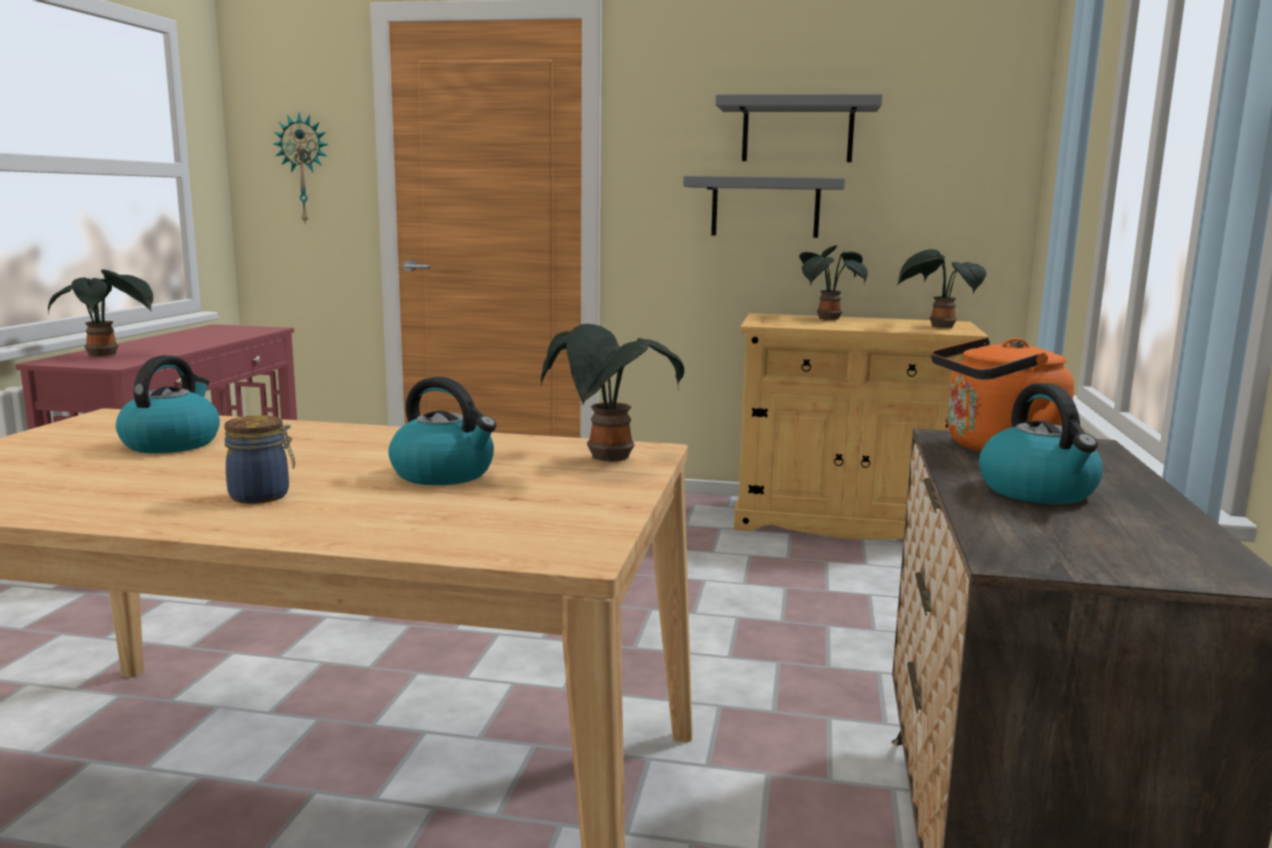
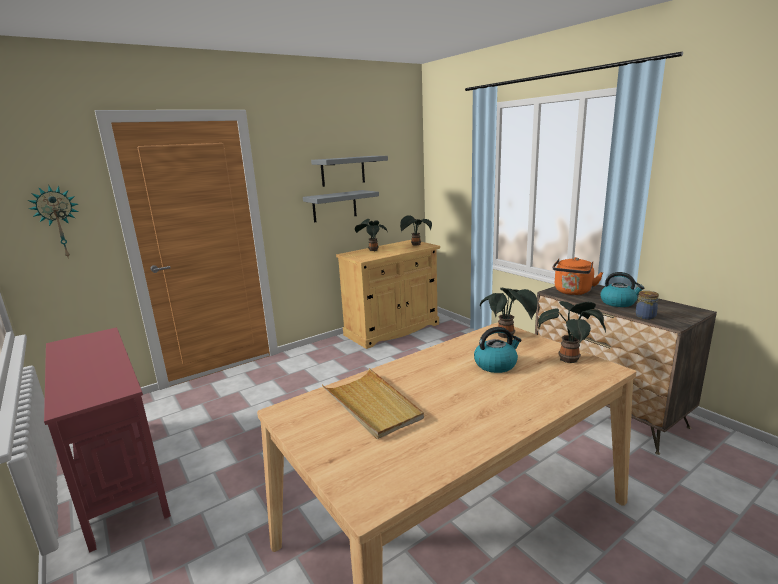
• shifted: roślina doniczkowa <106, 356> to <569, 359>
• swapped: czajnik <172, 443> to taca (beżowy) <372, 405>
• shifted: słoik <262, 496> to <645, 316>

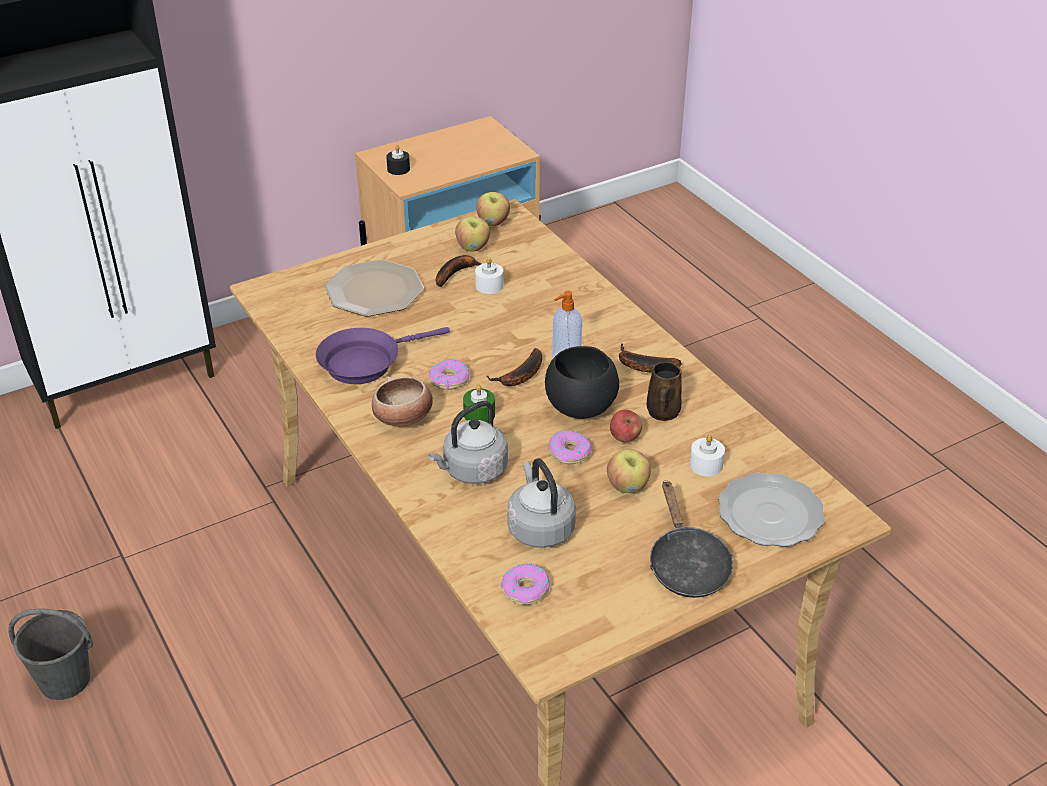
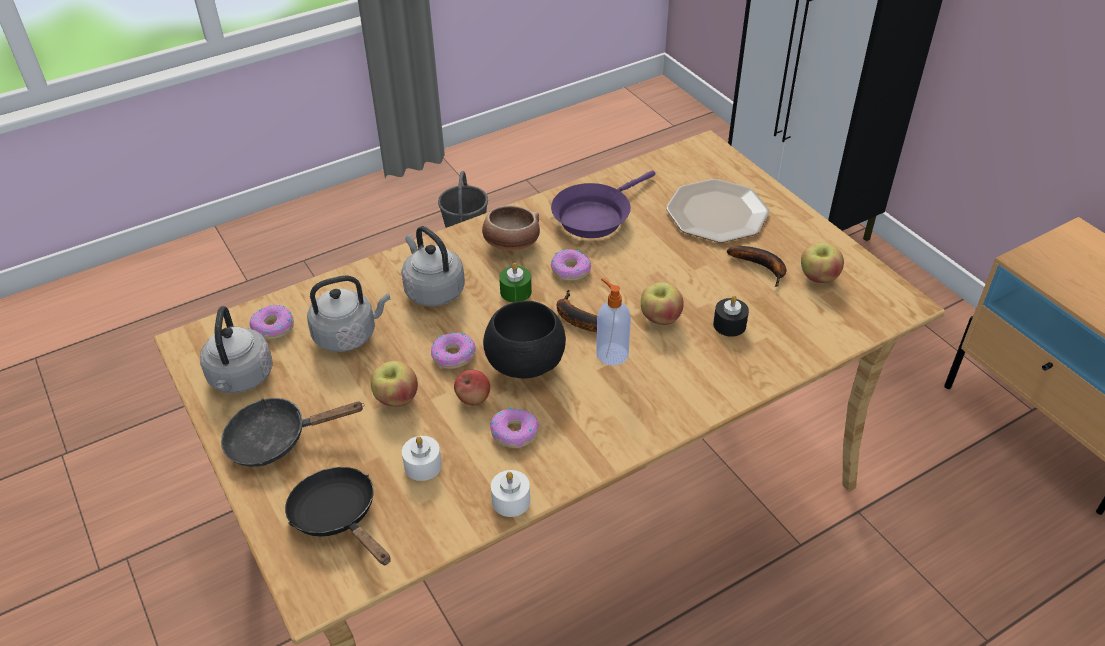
• rotated: patelnia (fioletowy) <365, 362> = <595, 216> 105 degrees counterclockwise
• shifted: świeca (czarny) <398, 169> to <729, 325>
• shifted: świeca (biały) <489, 286> to <511, 501>
• shifted: jabłko <493, 222> to <660, 318>
• gone: banan <642, 366>
• swapped: kubek (brązowy) <662, 413> to donut <514, 432>
• swapped: talerz <769, 512> to patelnia (czarny) <339, 517>
• new: czajnik (szary) <240, 379>

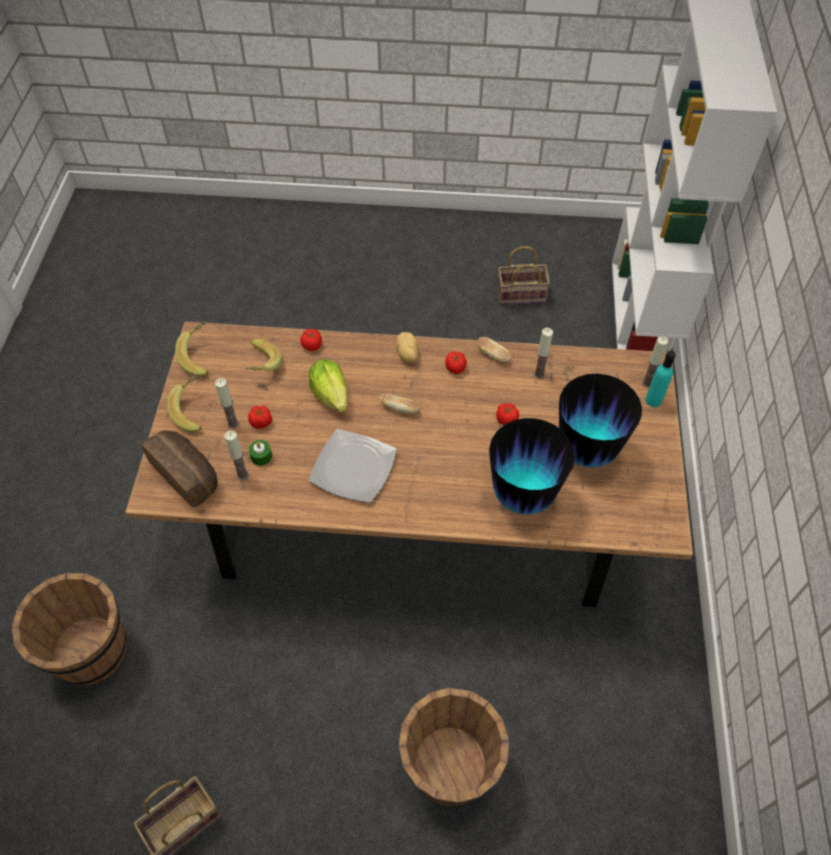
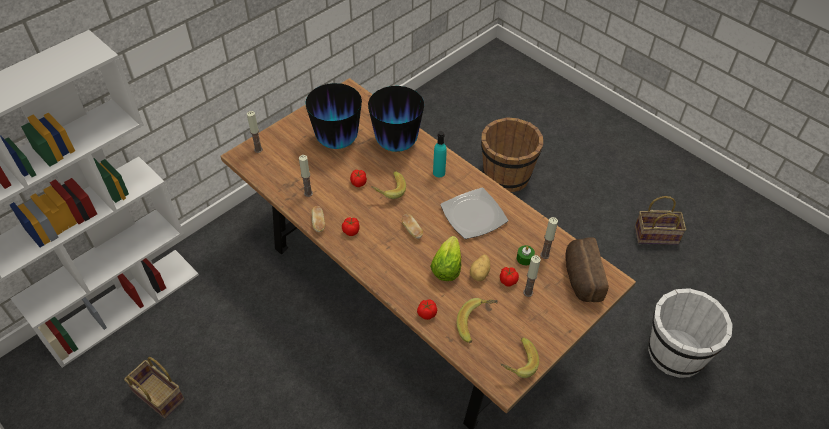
• repainted: wiadro (brązowy) <91, 651> to wiadro (biały) <674, 352>
• shifted: banan <193, 411> to <388, 191>
• shifted: ziemniak <406, 354> to <480, 273>
• shifted: butelka (turkusowy) <653, 400> to <439, 172>

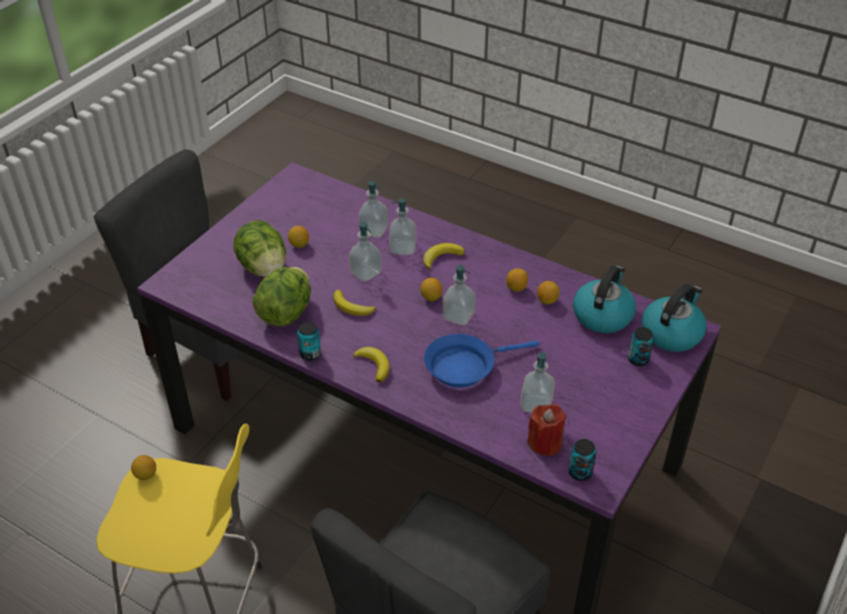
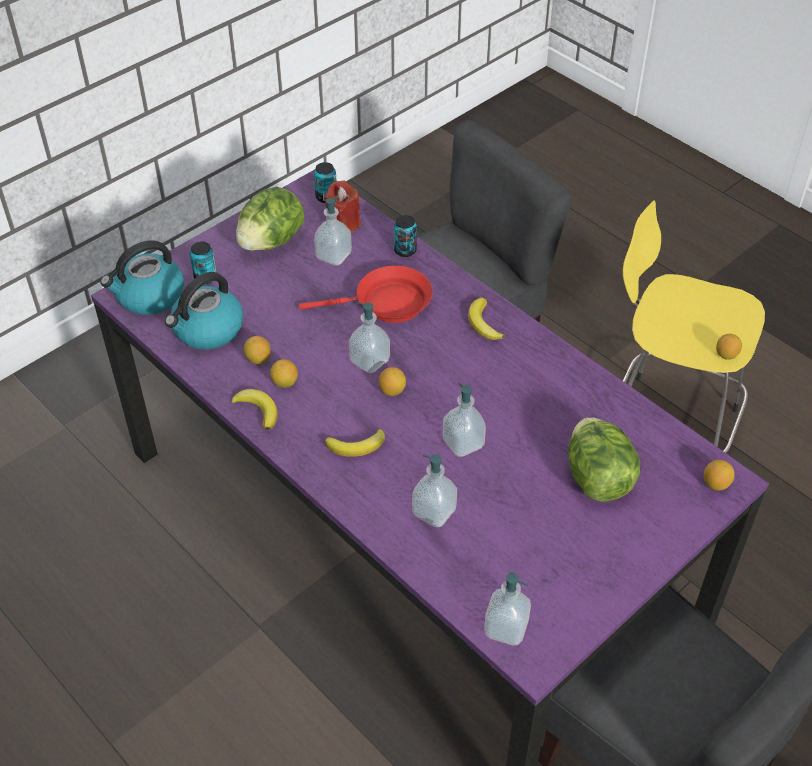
• shifted: sałata <286, 313> to <271, 241>
• shifted: cytryna <299, 245> to <715, 484>
• shifted: puszka <310, 354> to <405, 250>
• shifted: banan <352, 307> to <258, 410>
• shifted: dozownik mydła <403, 248> to <506, 628>
• repainted: patelnia (niebieski) <465, 366> to patelnia (czerwony) <386, 304>

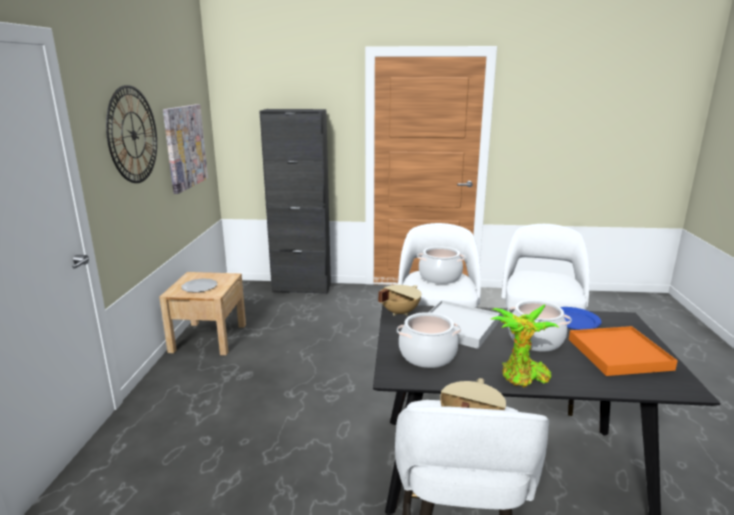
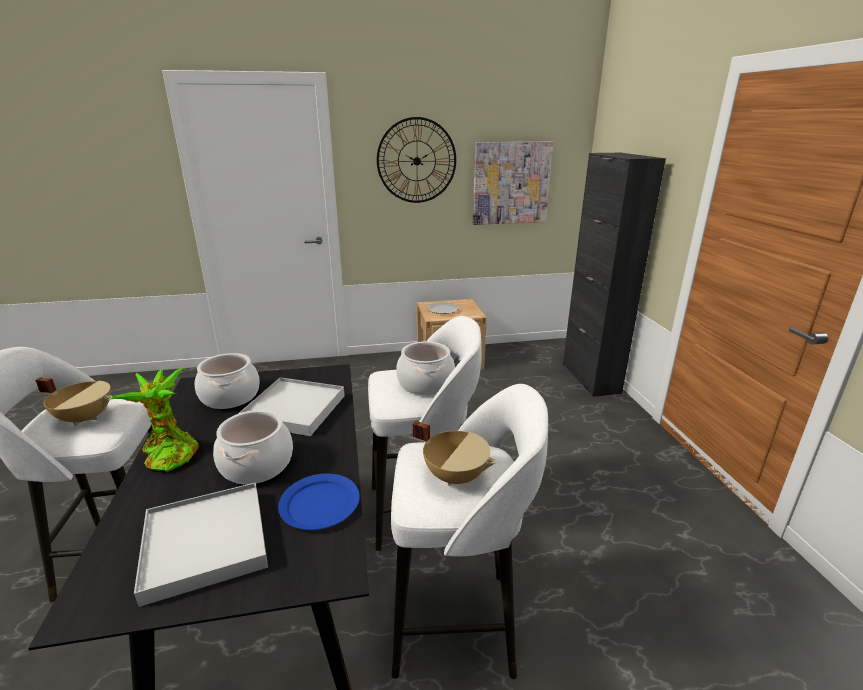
• shifted: garnek (beżowy) <399, 312> to <455, 475>
• repainted: taca (pomarańczowy) <618, 354> to taca (biały) <205, 543>

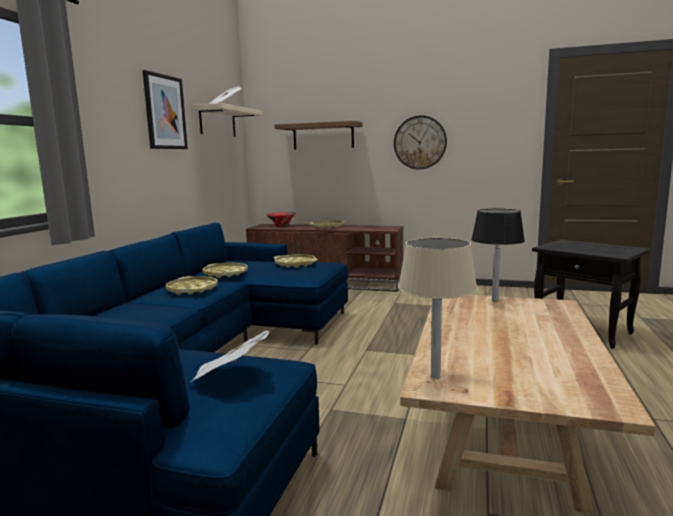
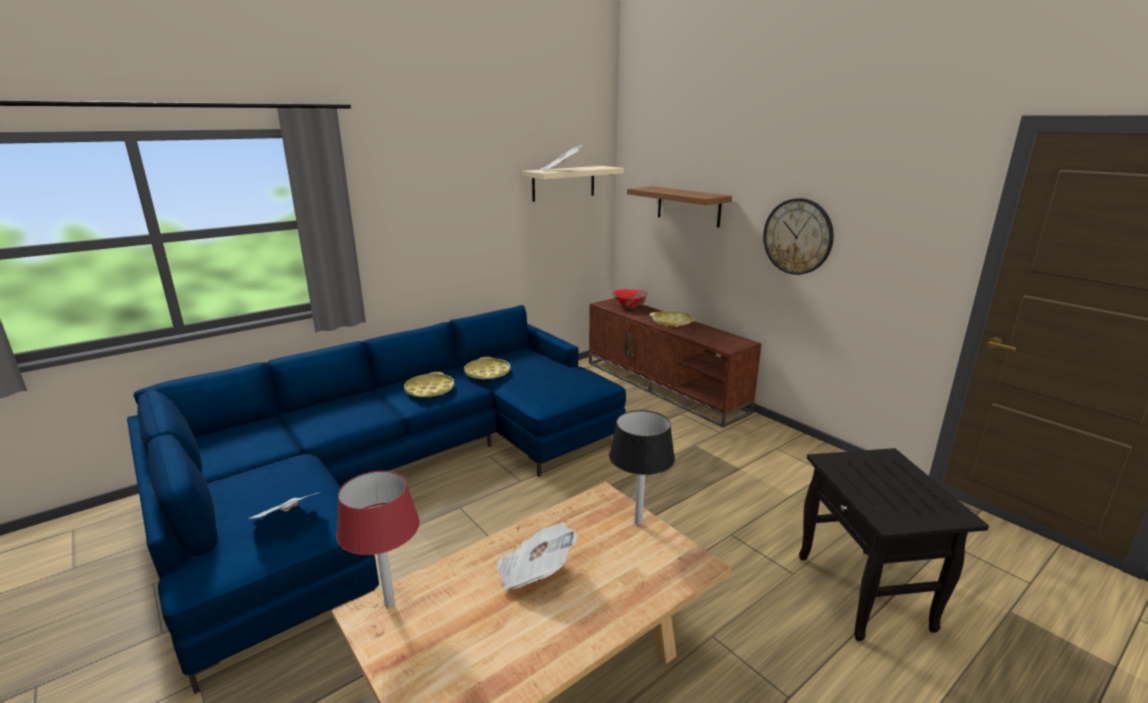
• gone: obraz <165, 112>
• gone: taca (żółty) <295, 264>
• repainted: lampa stołowa (beżowy) <435, 376> to lampa stołowa (czerwony) <389, 604>
• new: gazeta <534, 572>

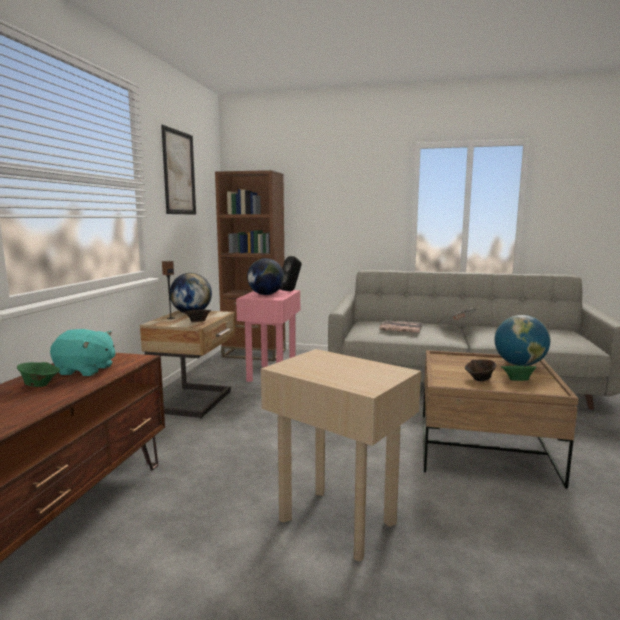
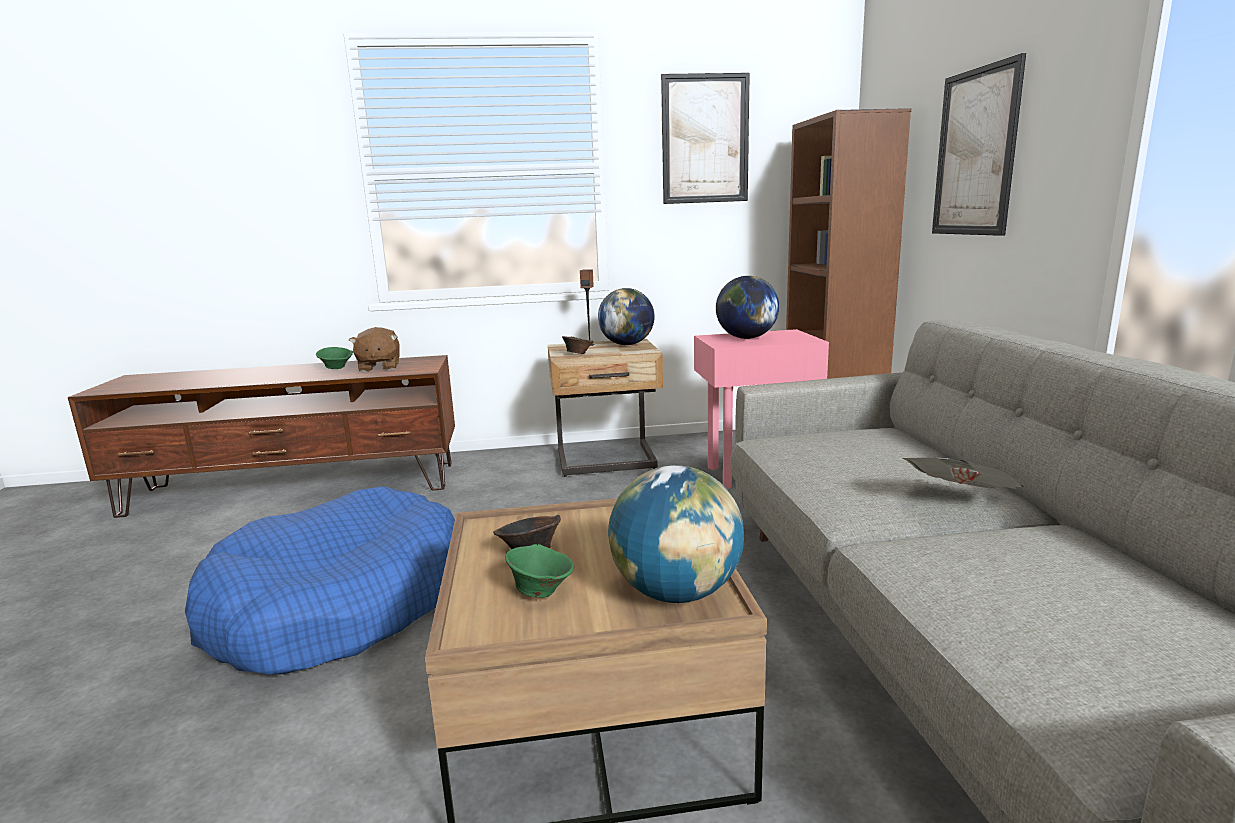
• repainted: pluszak (turkusowy) <85, 370> to pluszak (brązowy) <379, 367>
• swapped: stolik (beżowy) <338, 520> to legowisko (niebieski) <340, 605>
• gone: głośnik (czarny) <291, 291>
• gone: książka <401, 327>
• new: obraz <975, 153>

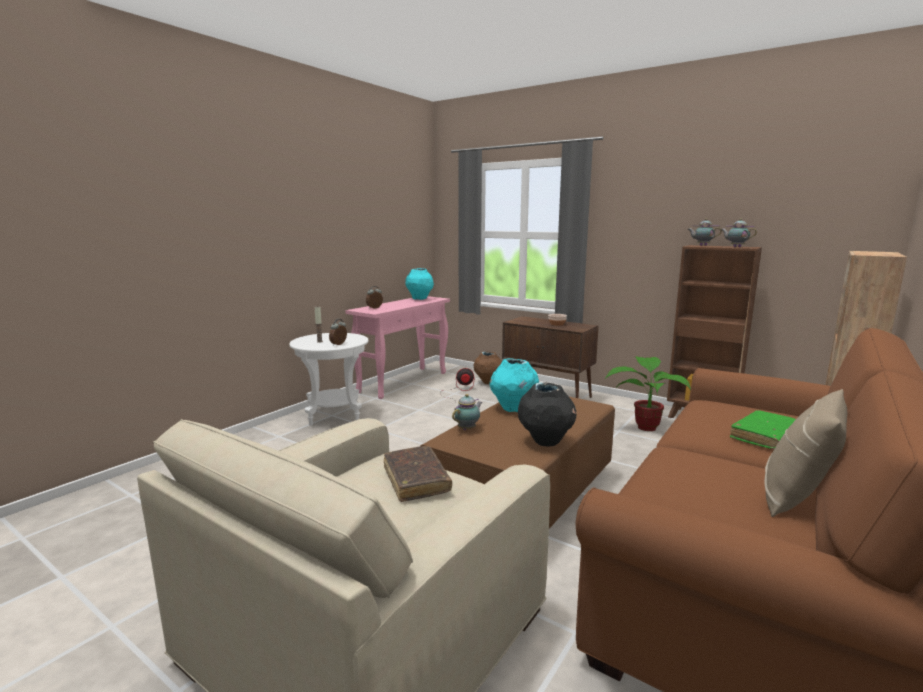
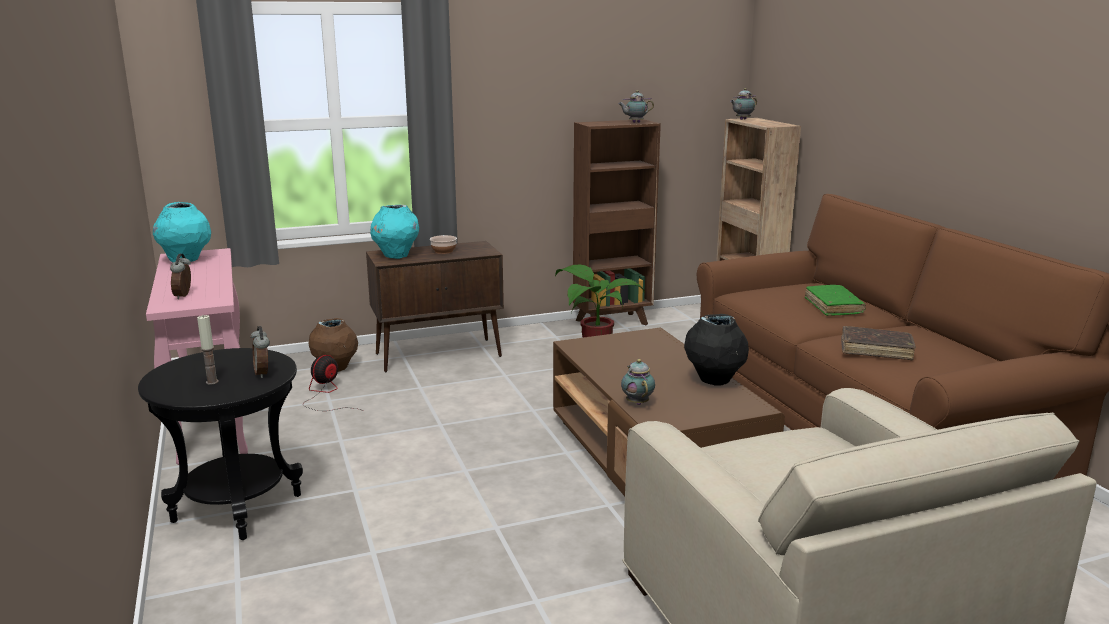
• repainted: stolik (biały) <334, 415> to stolik (czarny) <237, 508>
• shifted: książka (brązowy) <416, 480> to <876, 350>
• shifted: wazon (turkusowy) <513, 408> to <396, 256>
• shifted: imbryk <702, 245> to <742, 119>
• gone: poduszka (beżowy) <796, 497>

